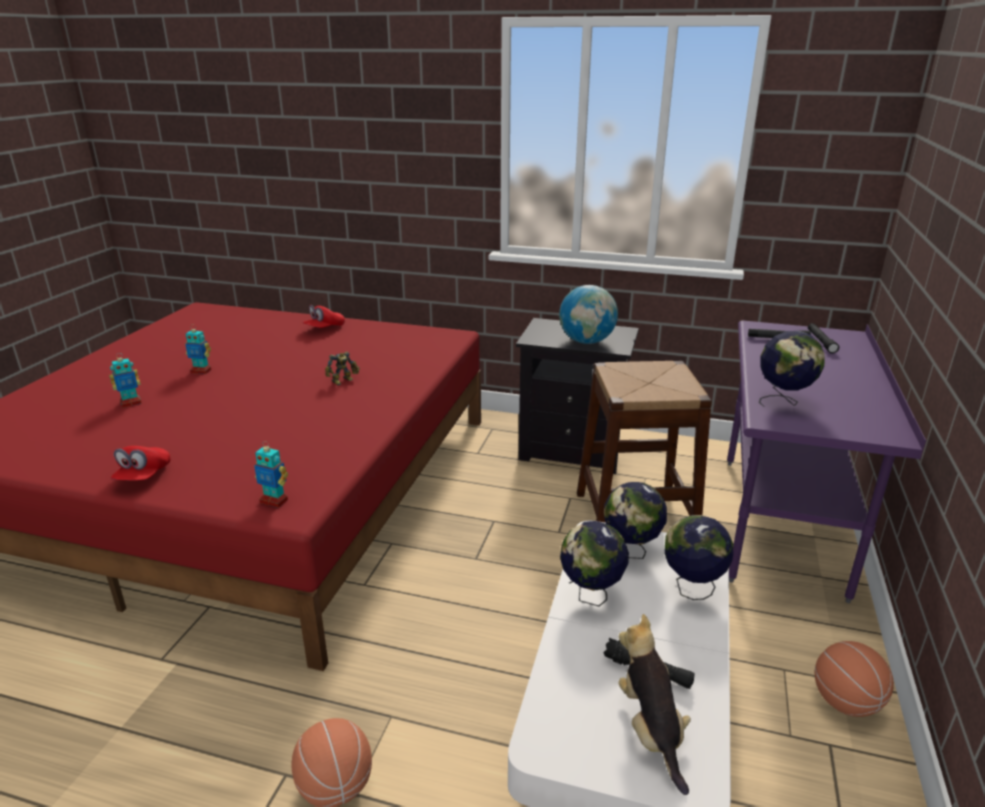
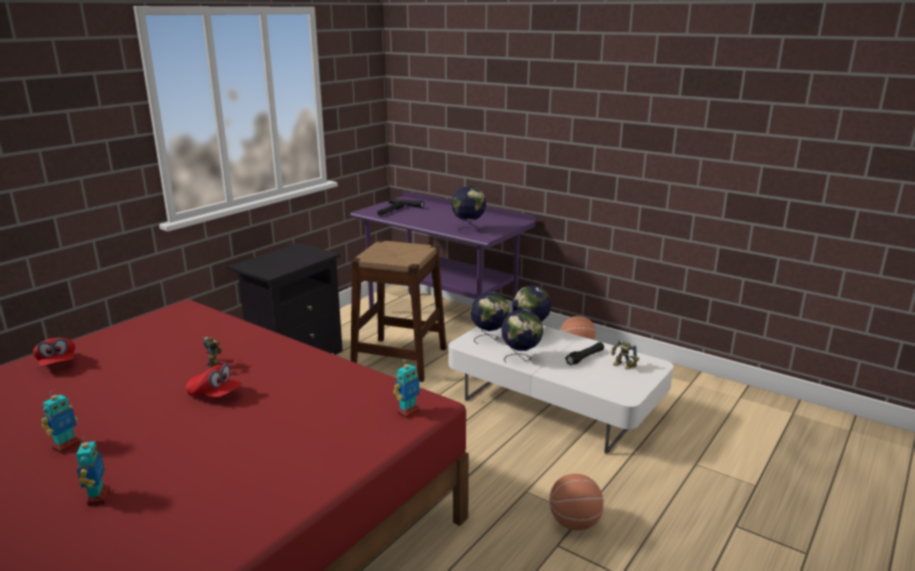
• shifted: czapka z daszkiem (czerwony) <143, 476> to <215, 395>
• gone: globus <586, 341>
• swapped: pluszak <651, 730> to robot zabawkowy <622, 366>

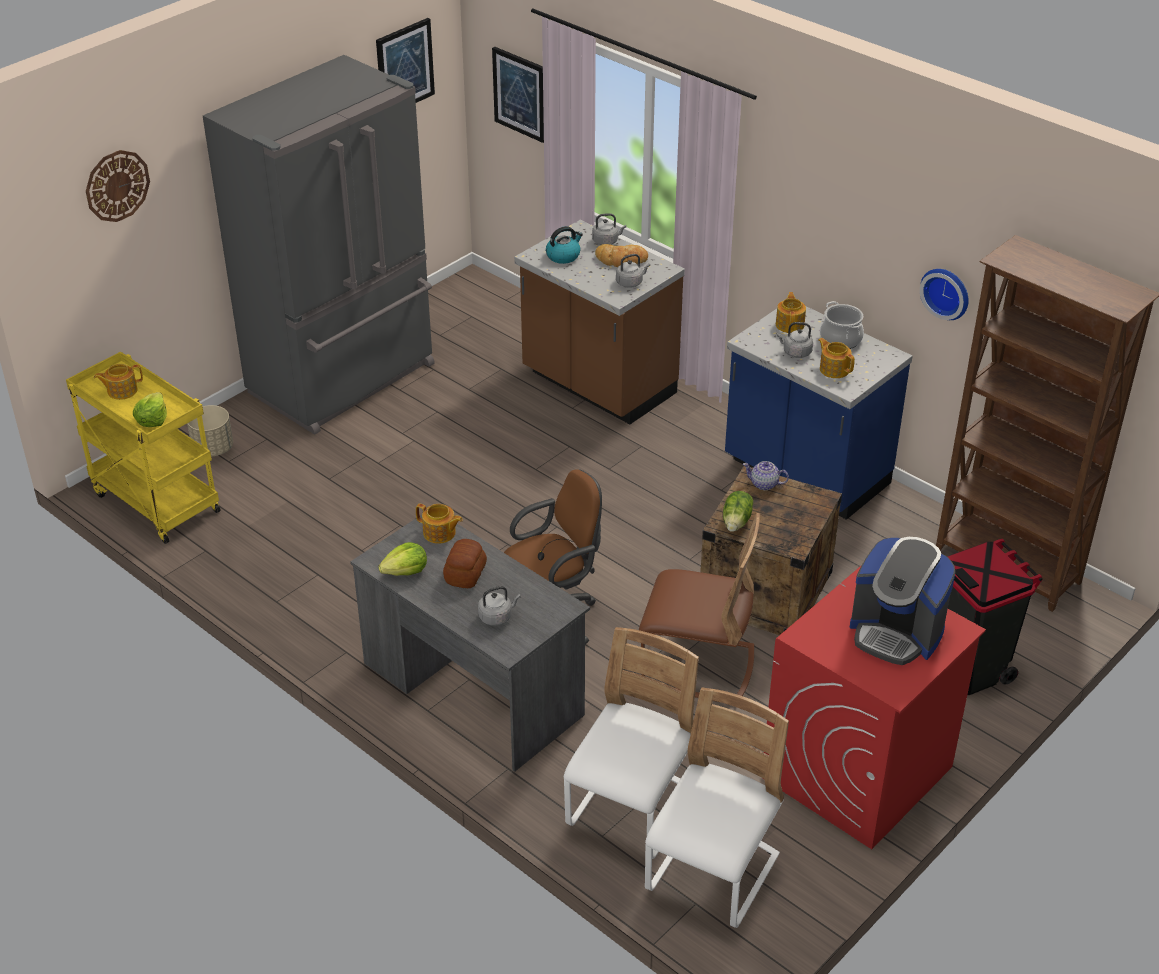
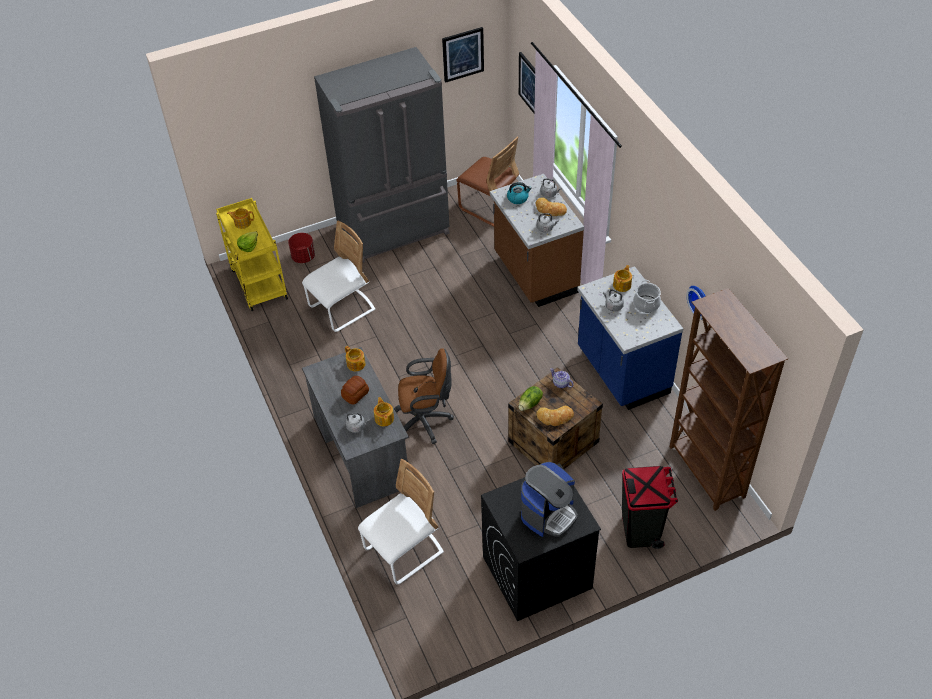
• gone: zegar ścienny <117, 185>
• repainted: donica (beżowy) <213, 448> to donica (czerwony) <303, 257>
• gone: sałata <406, 571>
• shifted: krzesło (brązowy) <698, 667> to <489, 207>
• shifted: krzesło (biały) <712, 874> to <342, 309>
• repainted: pralka (czerwony) <856, 773> to pralka (czarny) <536, 573>
• shifted: imbryk <834, 369> to <384, 418>
• rotated: ekspres do kawy <896, 632> = <548, 514> 105 degrees counterclockwise
• new: chleb <555, 417>

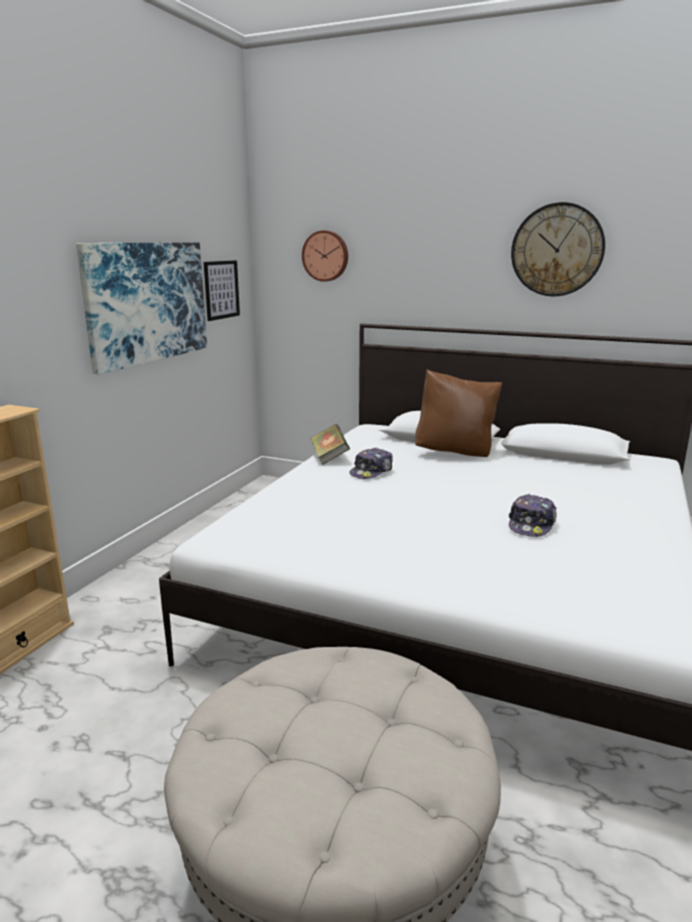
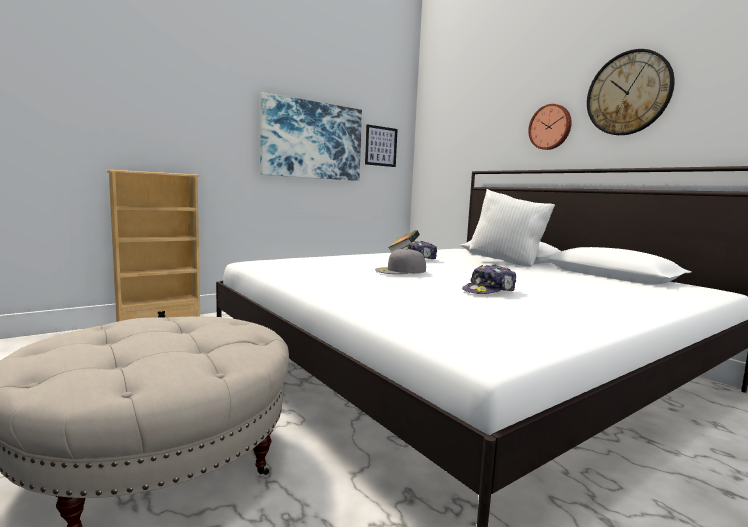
• shifted: zegar ścienny <326, 256> to <550, 127>
• repainted: poduszka (brązowy) <455, 453> to poduszka (biały) <507, 262>
• new: czapka z daszkiem (szary) <400, 270>

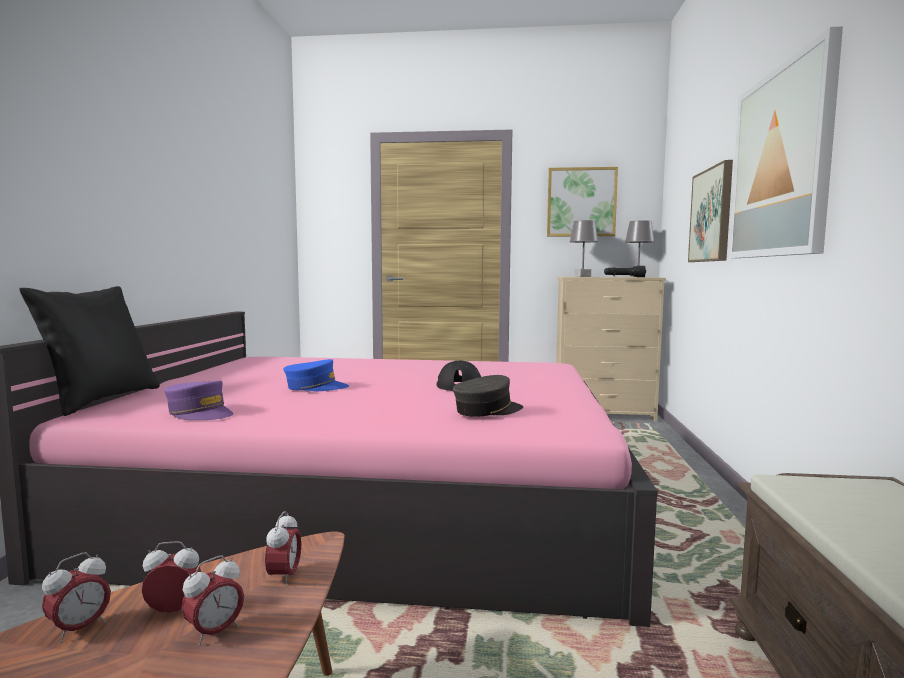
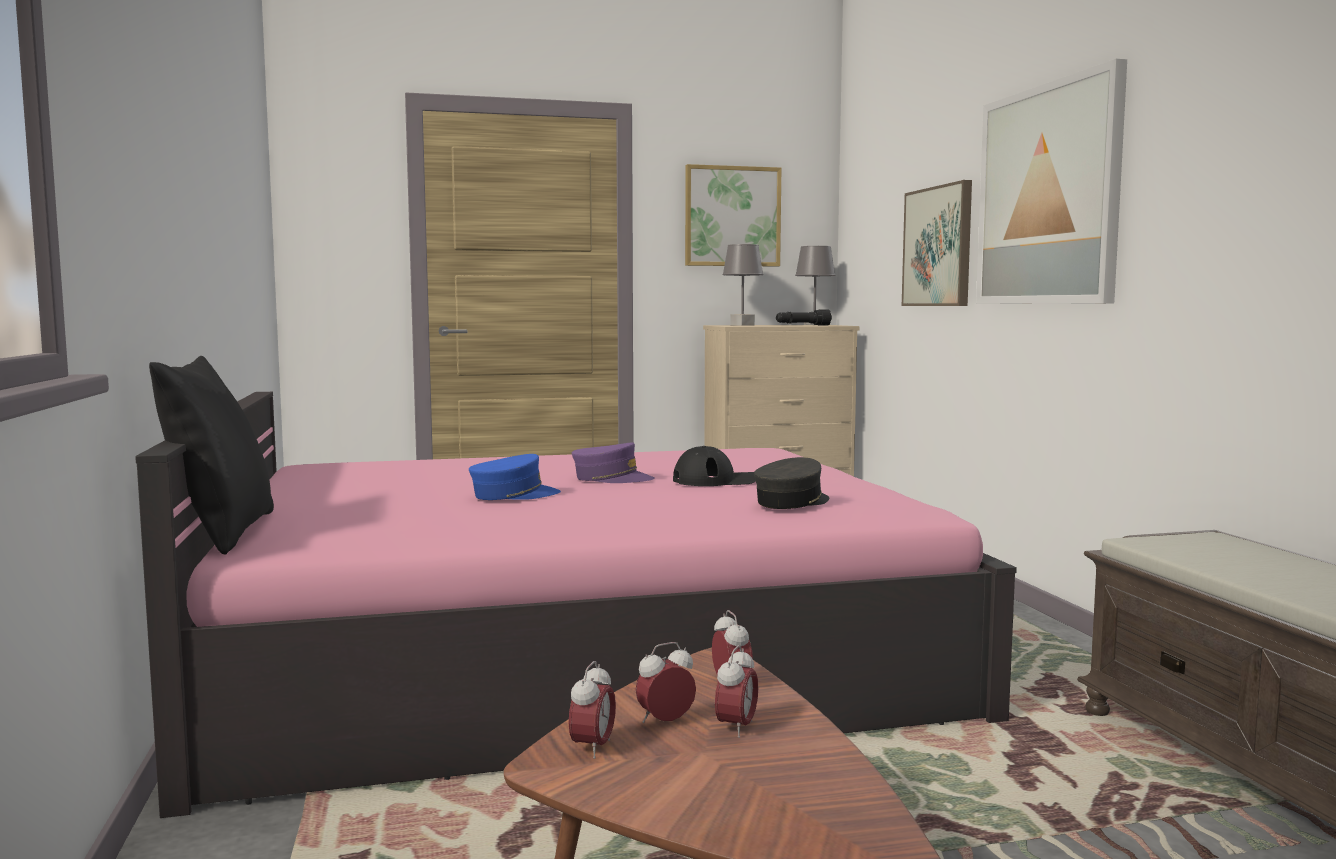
• shifted: czapka z daszkiem (fioletowy) <200, 413> to <611, 479>

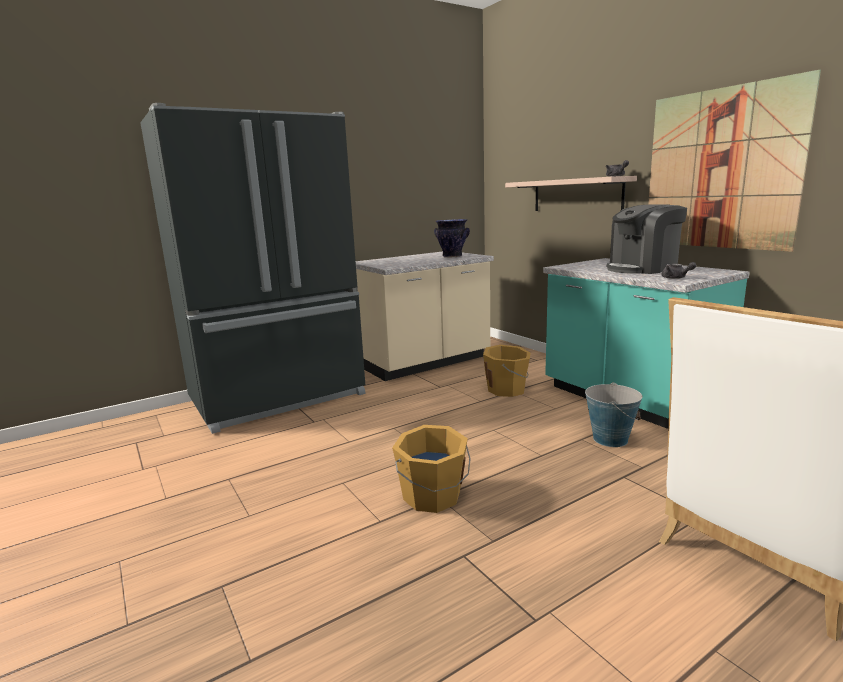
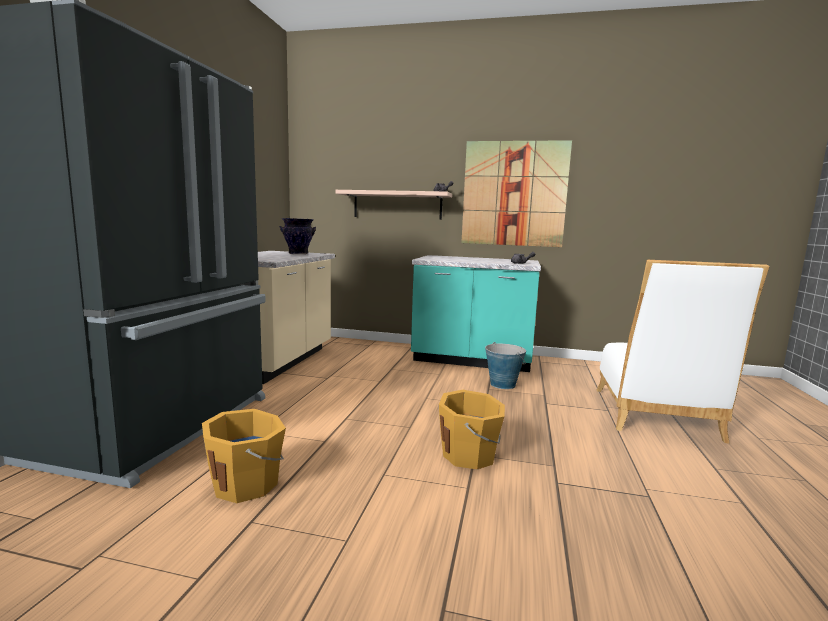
• shifted: wiadro (pomarańczowy) <507, 390> to <247, 484>
• gone: ekspres do kawy <642, 269>

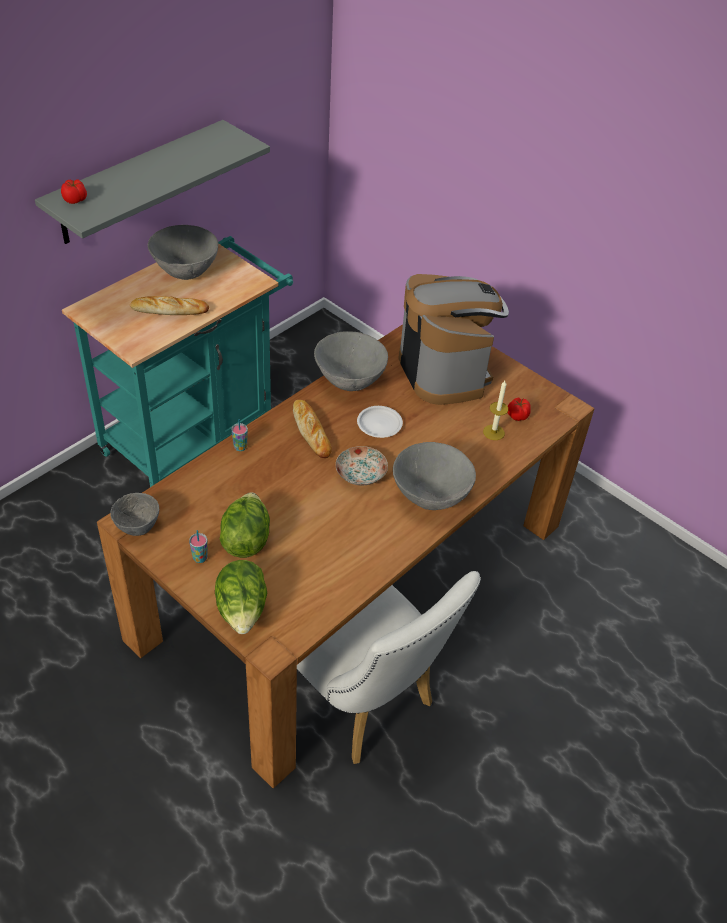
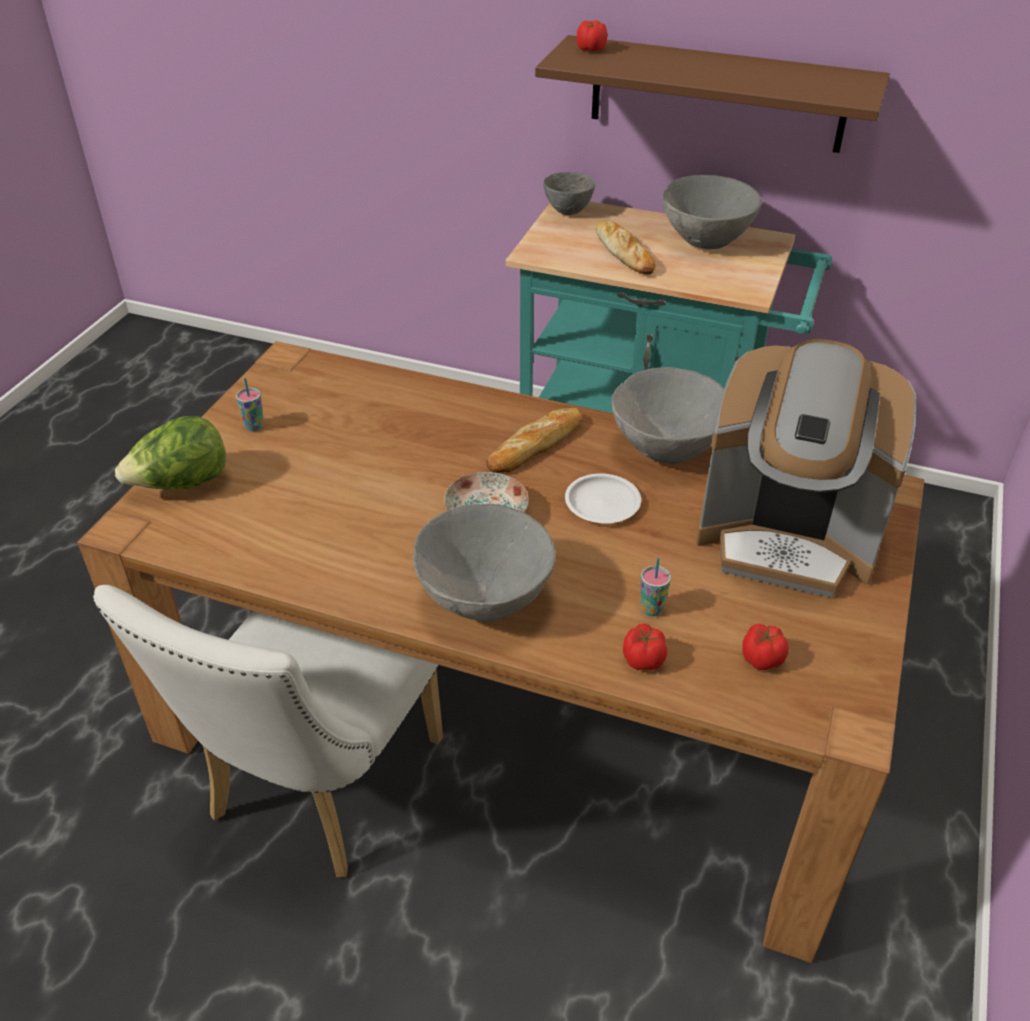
• repainted: półka (szary) <137, 183> to półka (brązowy) <717, 94>
• shifted: miska (szary) <138, 528> to <567, 211>
• gone: sałata <246, 539>
• shifted: filiżanka <240, 447> to <651, 609>
• rotated: ekspres do kawy <444, 371> = <787, 539> 60 degrees clockwise
• gone: świeca <493, 432>
• new: pomidor <643, 659>

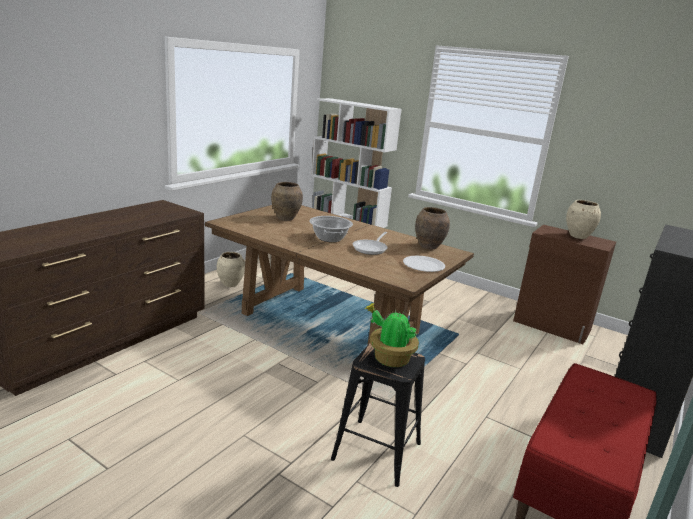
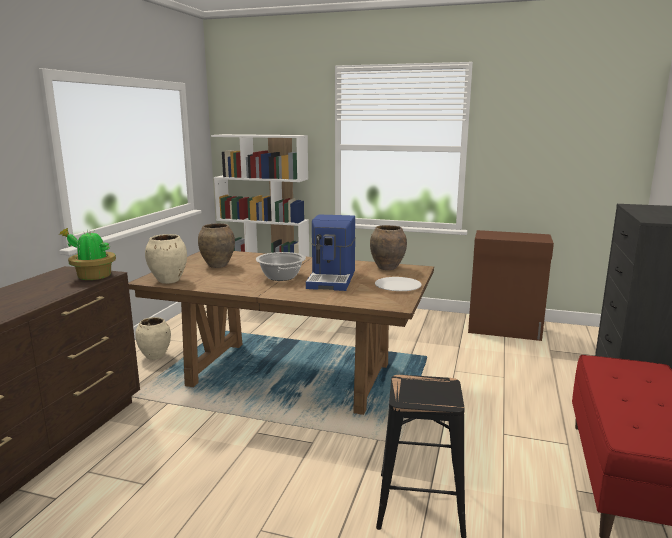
• swapped: patelnia <371, 248> to ekspres do kawy <332, 279>
• shifted: roślina doniczkowa <389, 359> to <93, 277>
• shifted: wazon (beżowy) <578, 236> to <169, 281>

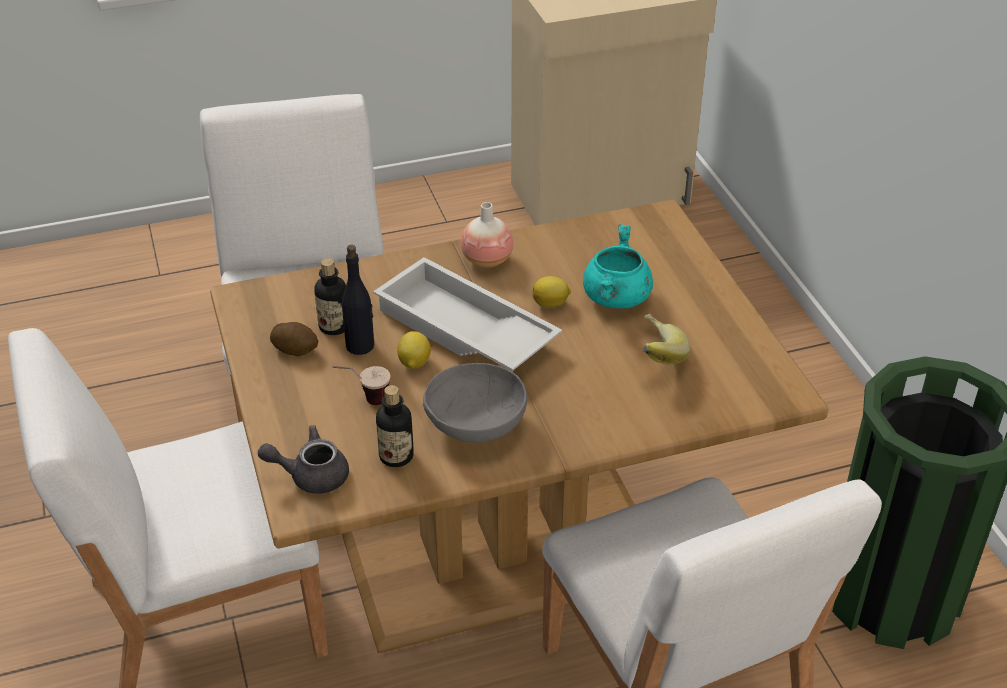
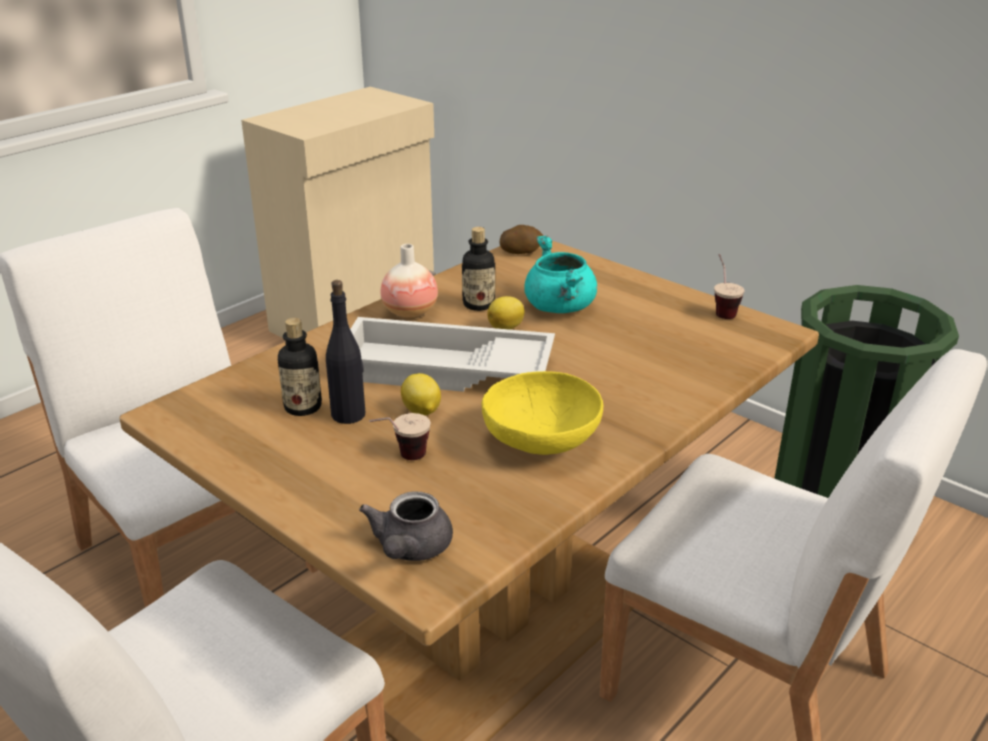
• rotated: imbryk (szary) <311, 475> = <410, 549> 45 degrees counterclockwise
• shifted: ziemniak <295, 349> to <521, 251>
• shifted: butelka <396, 456> to <478, 304>
• repainted: miska (szary) <475, 427> to miska (żółty) <541, 443>
• gone: banan <654, 355>
• new: filiżanka <722, 309>

